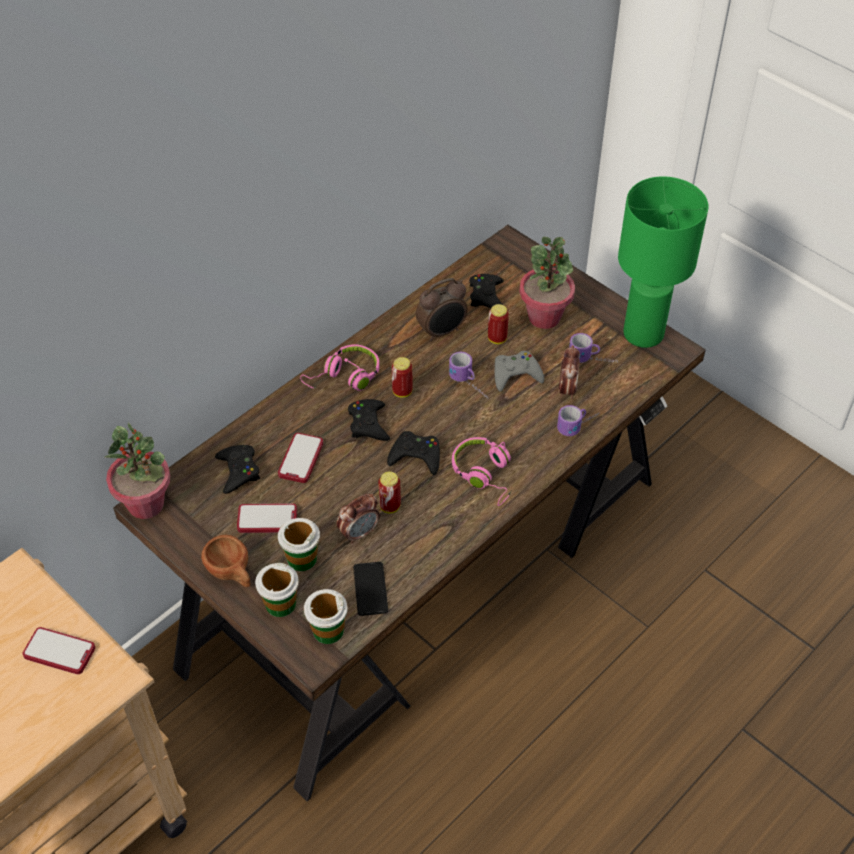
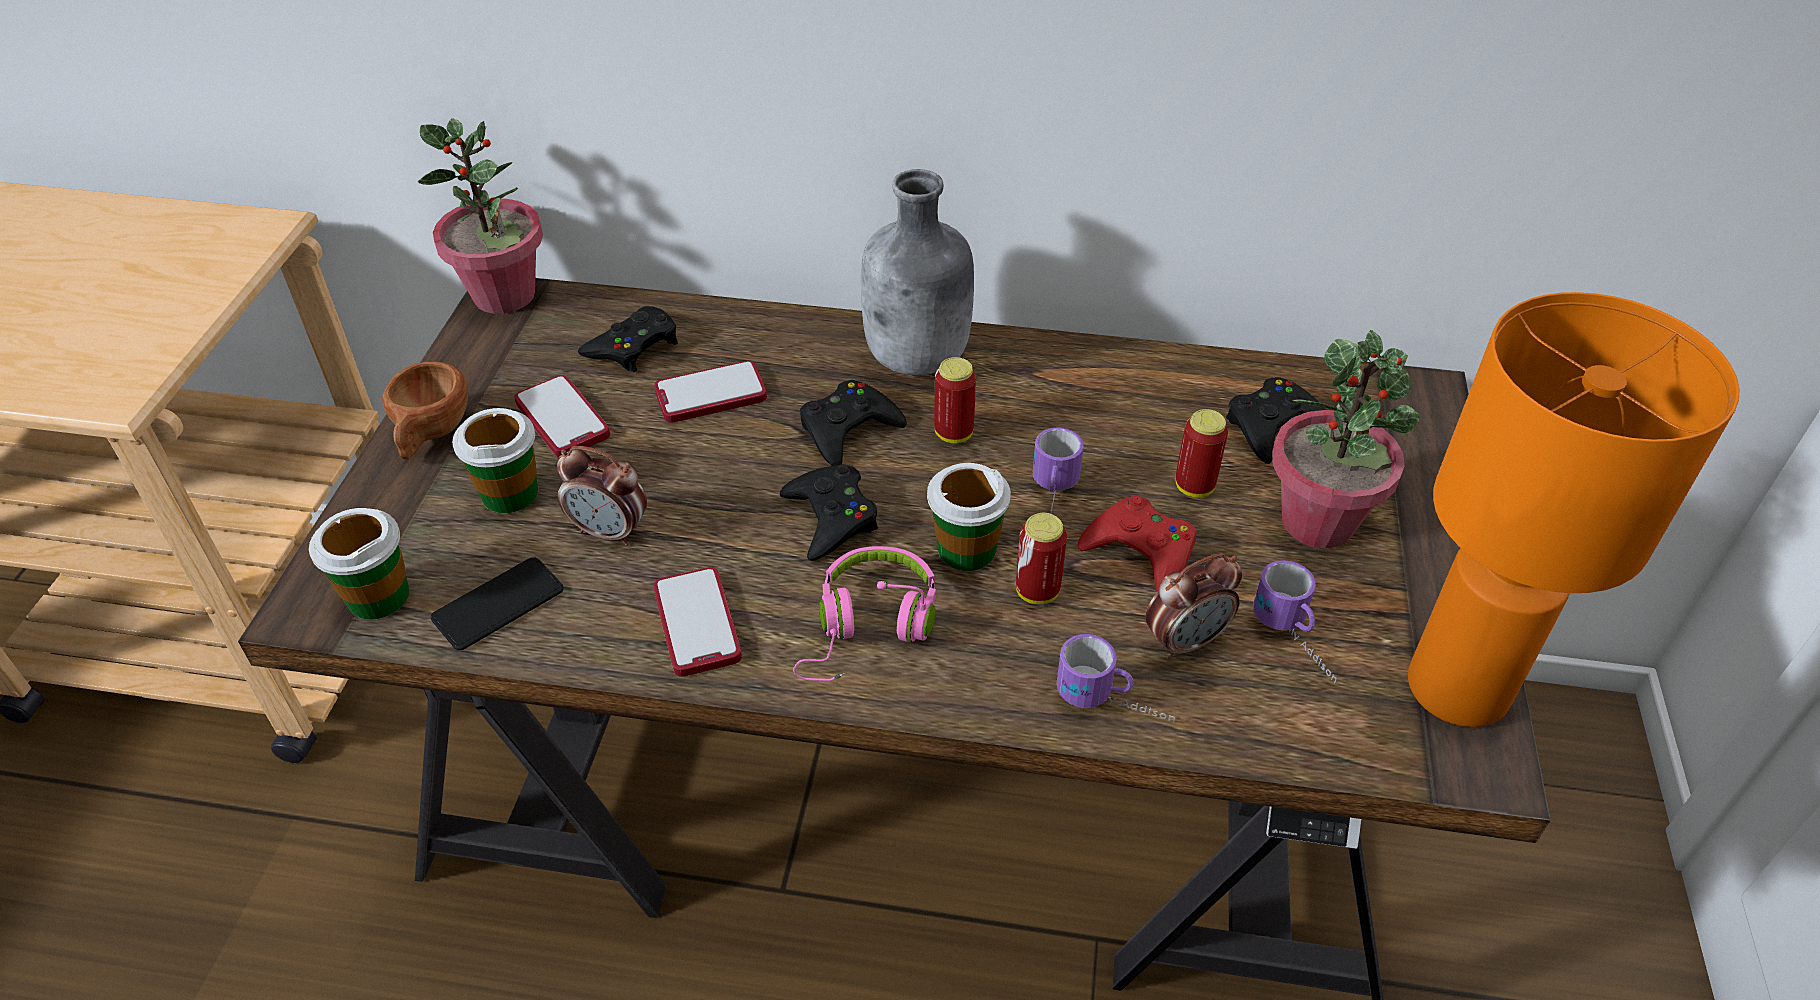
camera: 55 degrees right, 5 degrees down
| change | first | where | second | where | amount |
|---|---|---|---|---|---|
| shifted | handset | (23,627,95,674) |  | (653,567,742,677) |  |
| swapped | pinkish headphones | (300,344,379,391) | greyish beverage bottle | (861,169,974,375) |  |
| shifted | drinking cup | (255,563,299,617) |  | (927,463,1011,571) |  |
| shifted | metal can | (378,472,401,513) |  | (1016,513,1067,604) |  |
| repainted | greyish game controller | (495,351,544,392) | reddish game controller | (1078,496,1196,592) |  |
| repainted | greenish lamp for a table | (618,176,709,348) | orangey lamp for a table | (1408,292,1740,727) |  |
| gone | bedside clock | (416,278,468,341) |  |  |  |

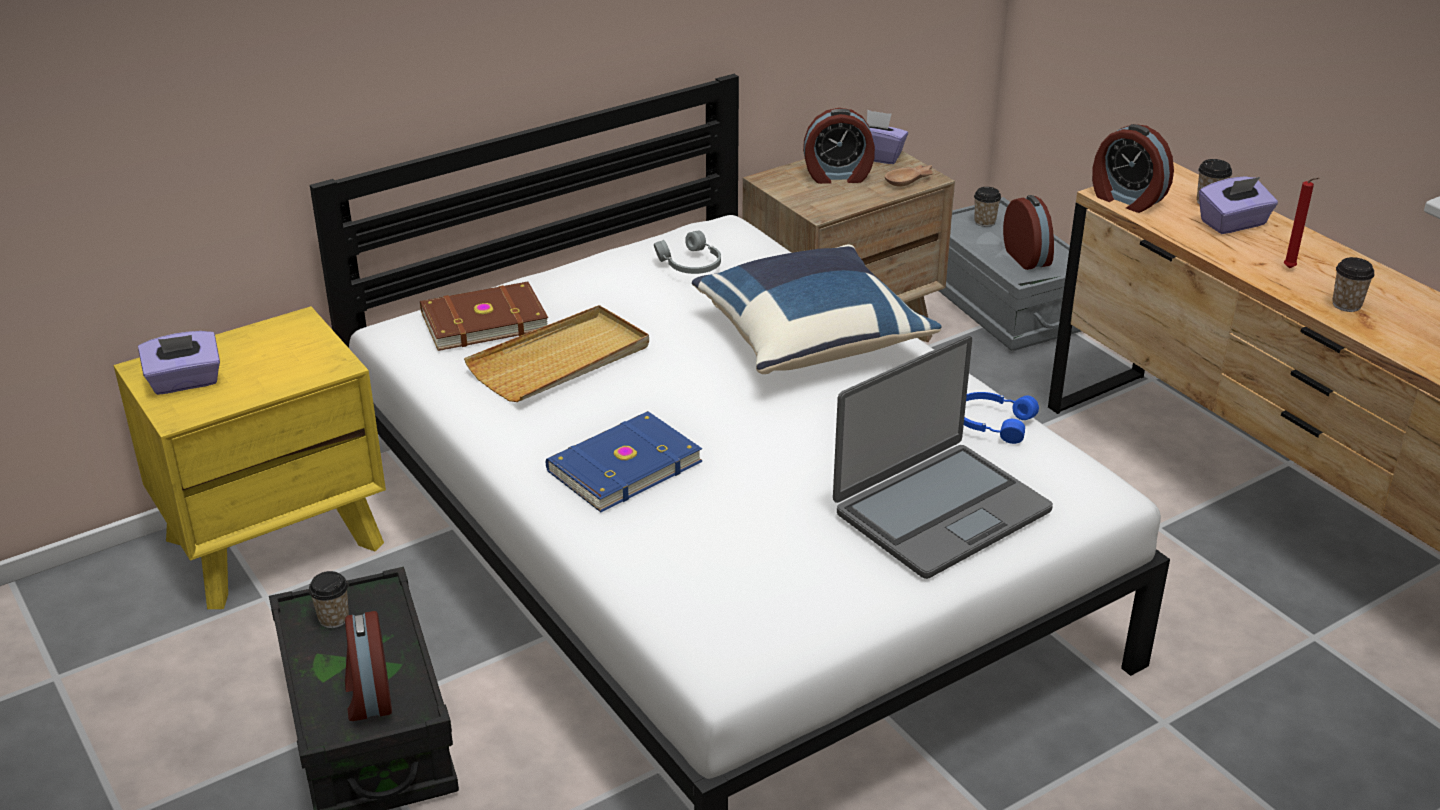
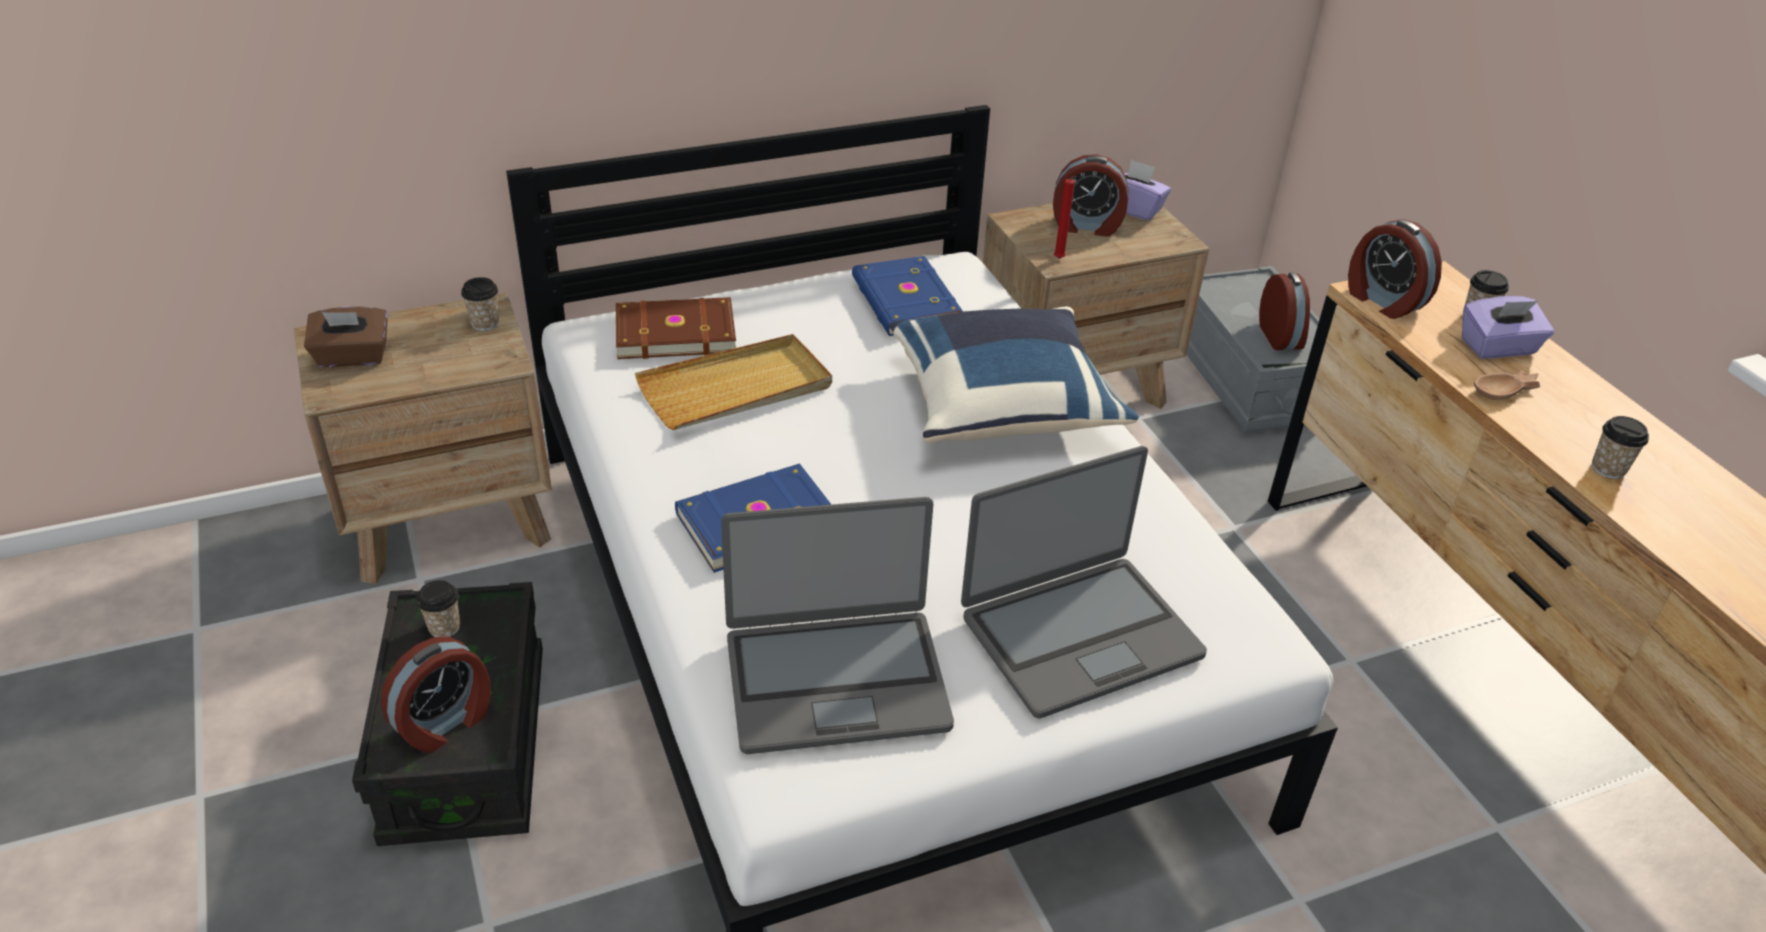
camera: 10 degrees right, 5 degrees up
| change | first | where | second | where | amount |
|---|---|---|---|---|---|
| repainted | yellow bedside table | (114,306,386,609) | brownish bedside table | (294,293,552,584) |  |
| repainted | purple-coloured tissue holder | (138,331,220,395) | brownish tissue holder | (304,307,388,367) |  |
| rotated | bedside clock | (345,611,392,721) |  | (381,636,491,753) | 135 degrees counterclockwise |
| shifted | drinking cup | (974,187,1001,227) |  | (461,277,499,331) |  |
| new |  |  | notebook computer | (721,497,954,754) |  |
| swapped | greyish headphones | (654,231,721,274) | blue-coloured book | (852,256,963,336) |  |
| shifted | reddish wax candle | (1284,178,1320,268) |  | (1054,176,1076,259) |  |
| shifted | brownish deep dish | (885,165,933,187) |  | (1474,371,1540,400) |  |
| gone | blue-coloured headphones | (964,392,1039,444) |  |  |  |

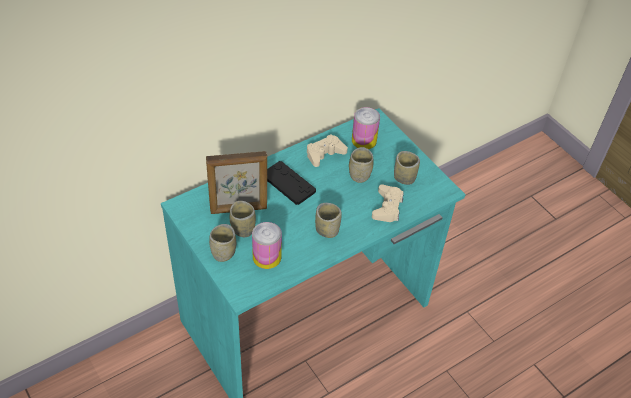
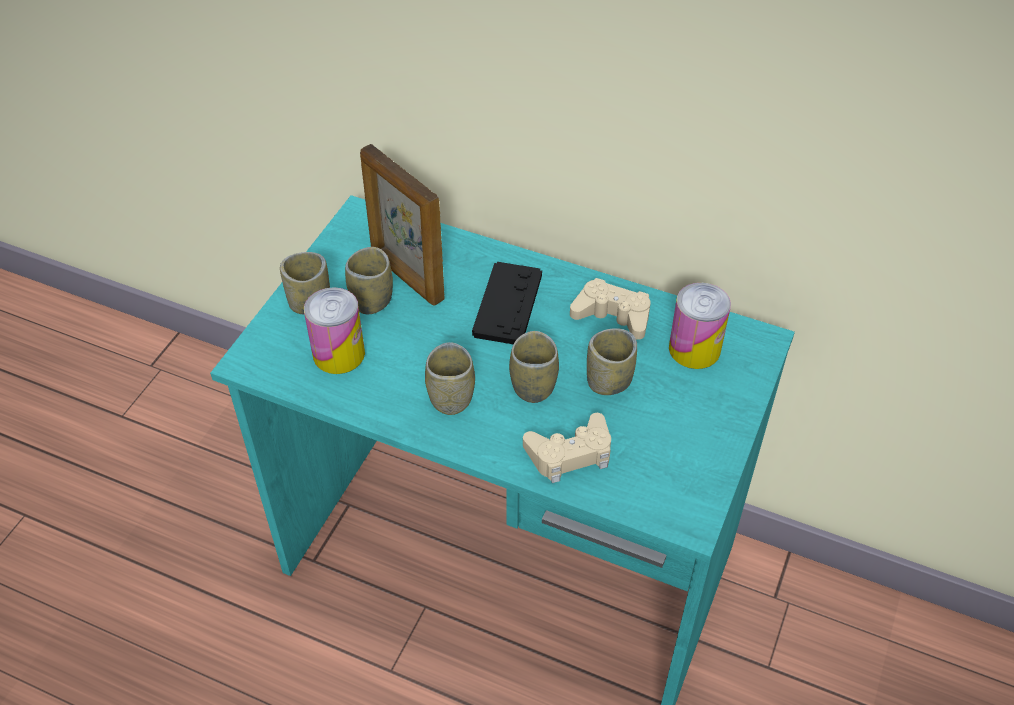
camera: 60 degrees right, 0 degrees up
| change | first | where | second | where | amount |
|---|---|---|---|---|---|
| shifted | drinking cup | (394,151,420,185) |  | (509,331,559,403) |  |

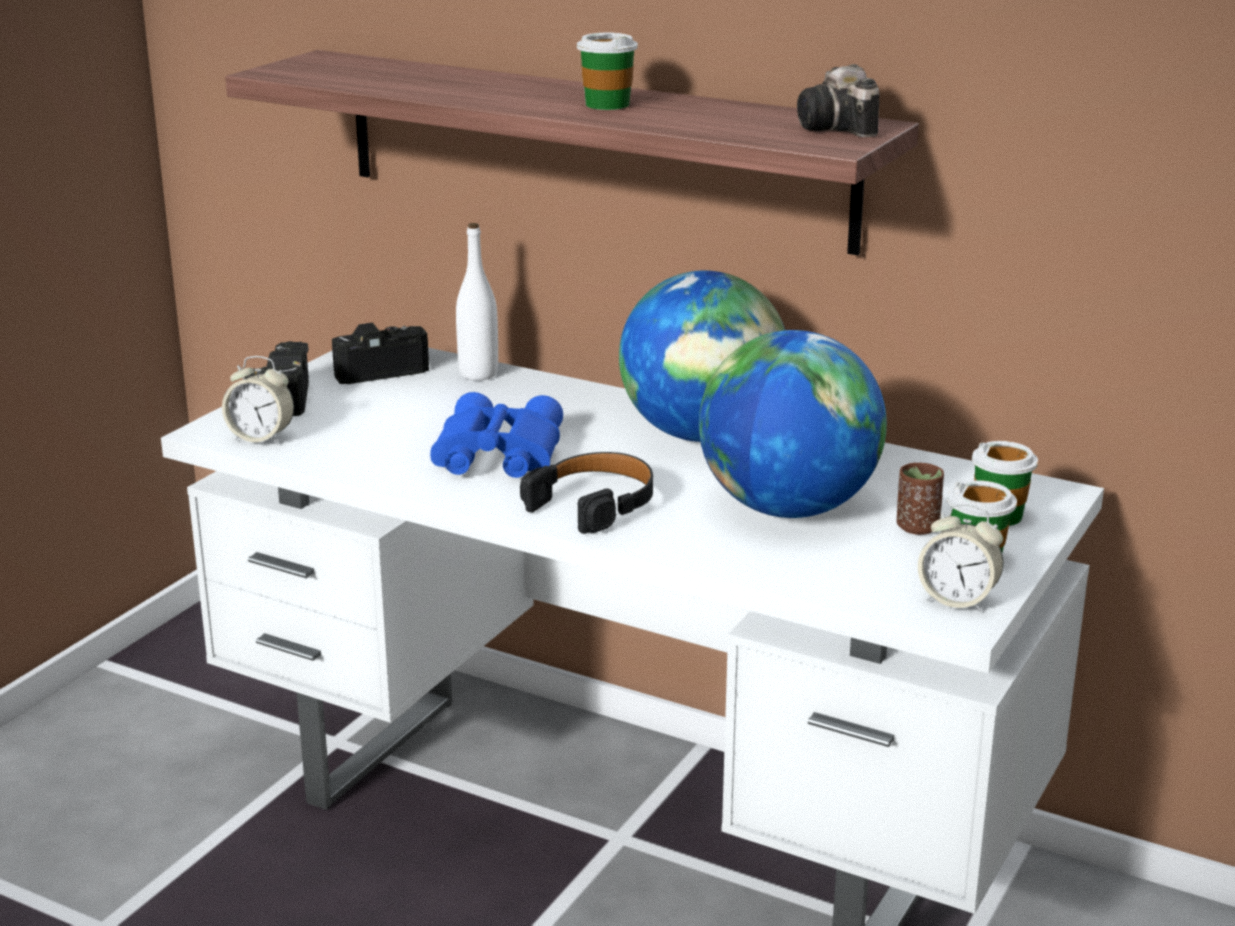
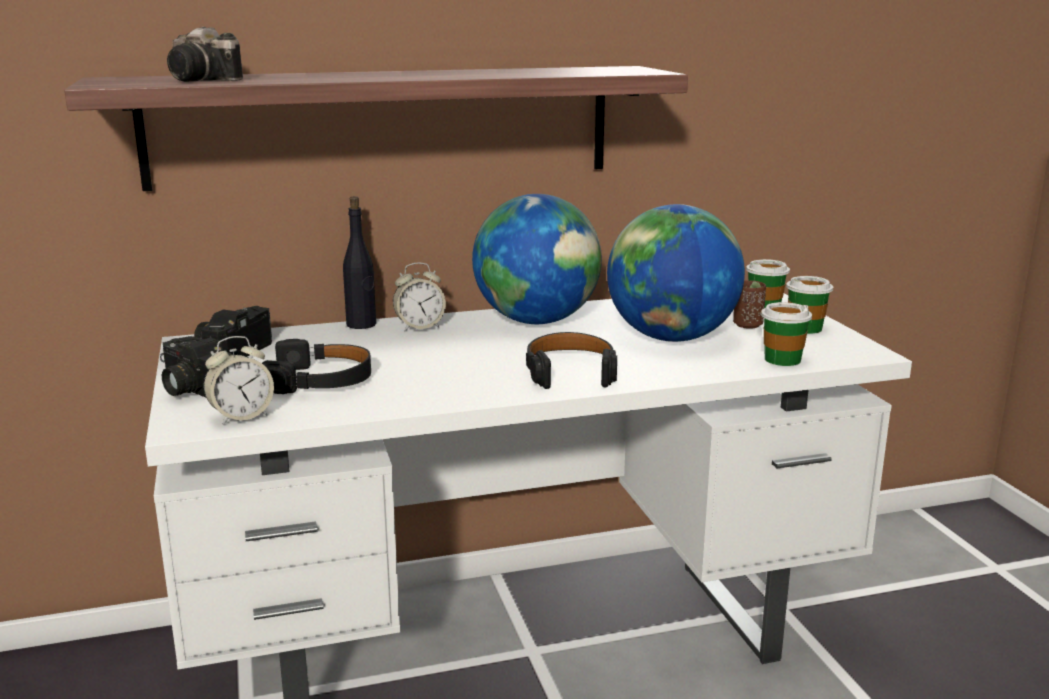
camera: 45 degrees left, 5 degrees down
| change | first | where | second | where | amount |
|---|---|---|---|---|---|
| shifted | photo camera | (797,64,879,137) |  | (167,27,243,82) |  |
| new |  |  | black headphones | (262,339,371,394) |  |
| new |  |  | black beverage bottle | (343,196,376,329) |  |
| shifted | bedside clock | (918,504,1003,612) |  | (393,262,446,331) |  |
| shifted | drinking cup | (577,33,638,110) |  | (761,302,812,366) |  |
| gone | blue-coloured pair of binoculars | (430,392,563,478) |  |  |  |
| gone | whitish beverage bottle | (456,223,498,380) |  |  |  |

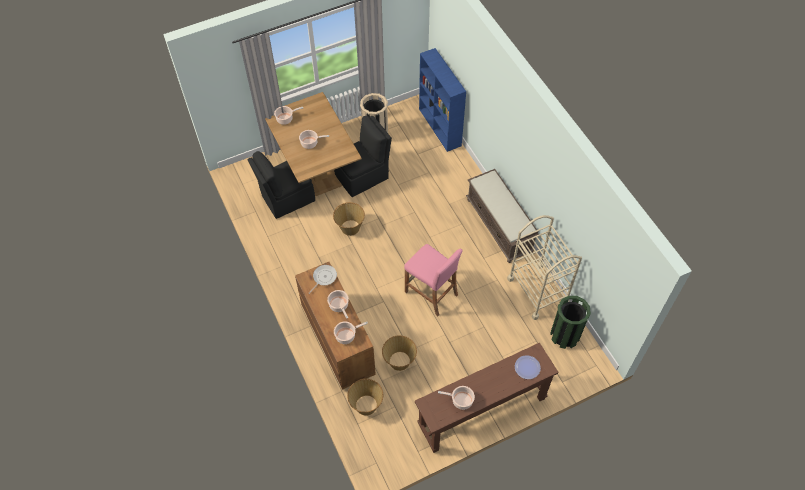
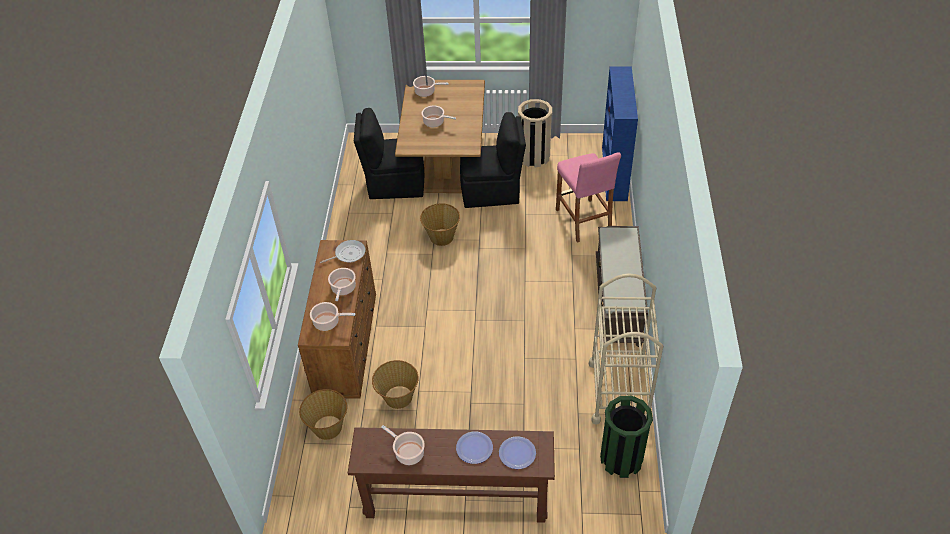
camera: 30 degrees right, 10 degrees down
| change | first | where | second | where | amount |
|---|---|---|---|---|---|
| new |  |  | flat dish | (456,432,493,464) |  |
| shifted | pinkish stool seat | (404,244,463,316) |  | (556,152,621,243) |  |

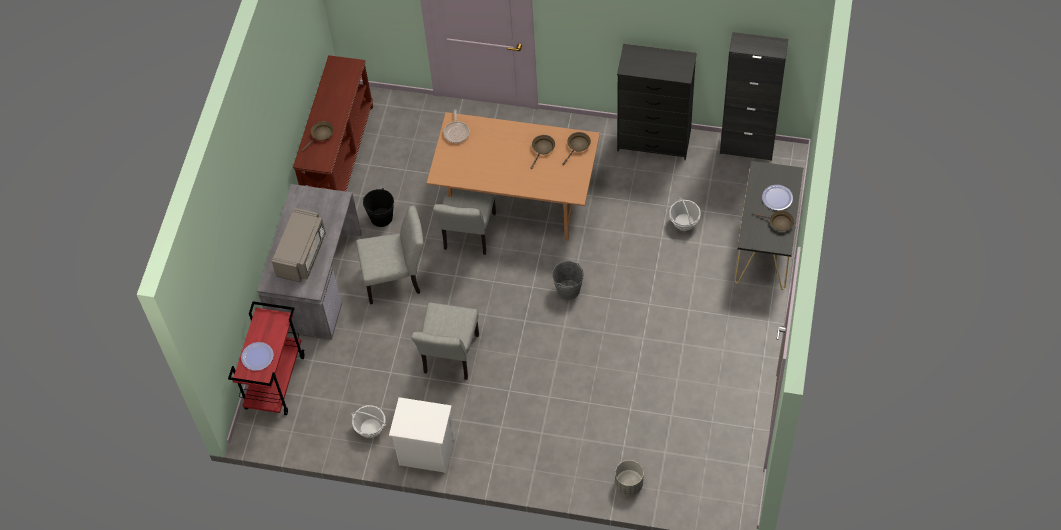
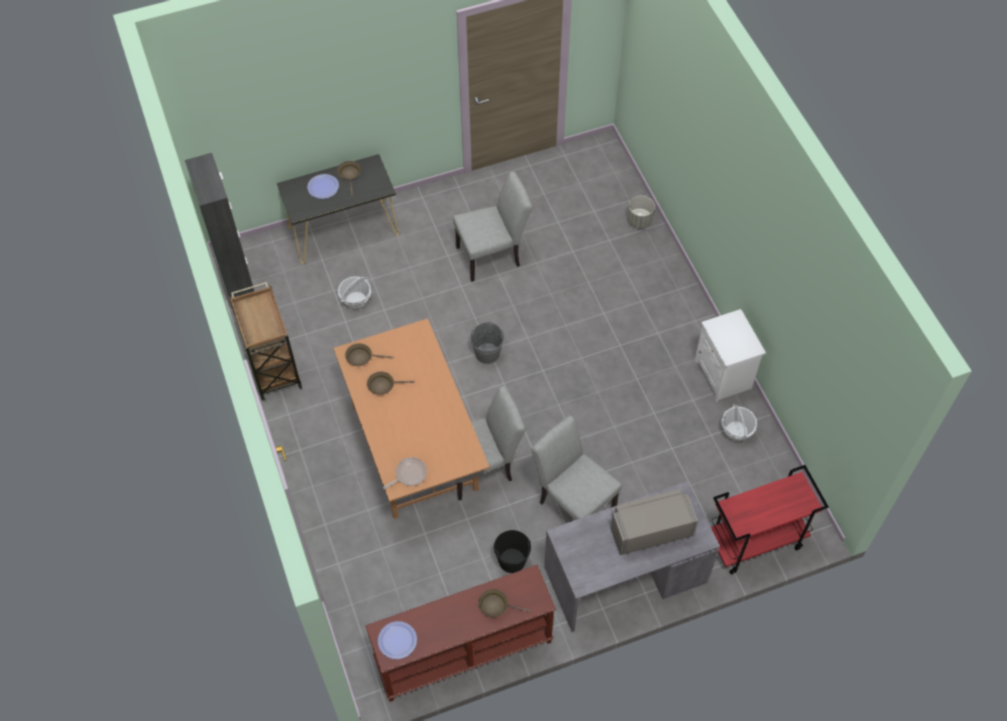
camera: 125 degrees left, 0 degrees up
| change | first | where | second | where | amount |
|---|---|---|---|---|---|
| swapped | black chest of drawers | (617,44,697,160) | brownish trolley | (229,282,302,401) |  |
| shifted | flat dish | (241,342,274,371) |  | (378,621,417,659) |  |
| shifted | greyish chair | (411,302,479,380) |  | (453,171,532,282) |  |

